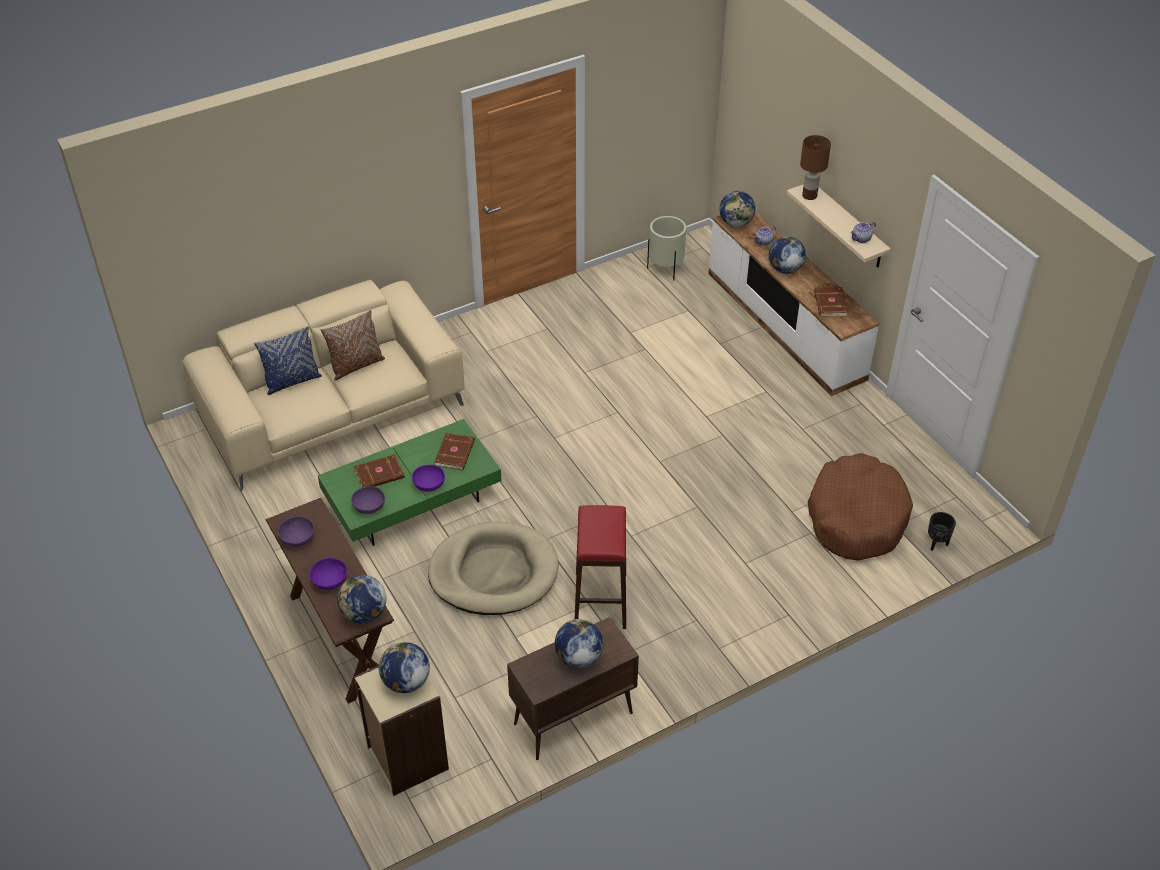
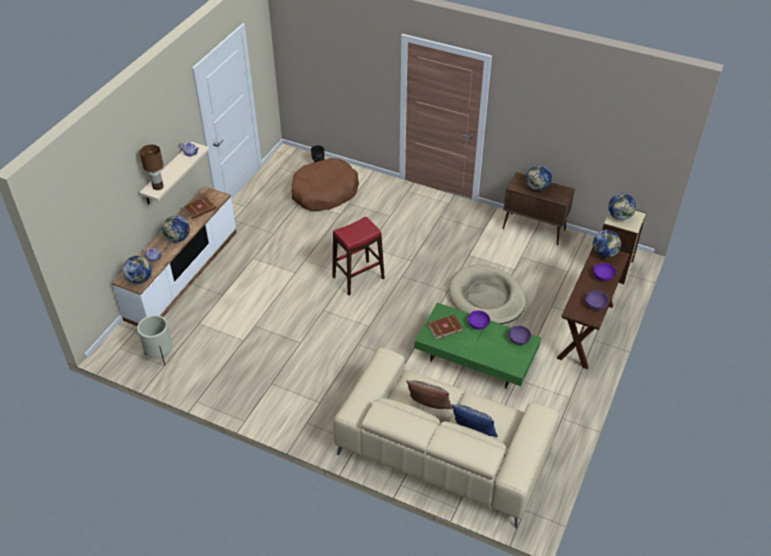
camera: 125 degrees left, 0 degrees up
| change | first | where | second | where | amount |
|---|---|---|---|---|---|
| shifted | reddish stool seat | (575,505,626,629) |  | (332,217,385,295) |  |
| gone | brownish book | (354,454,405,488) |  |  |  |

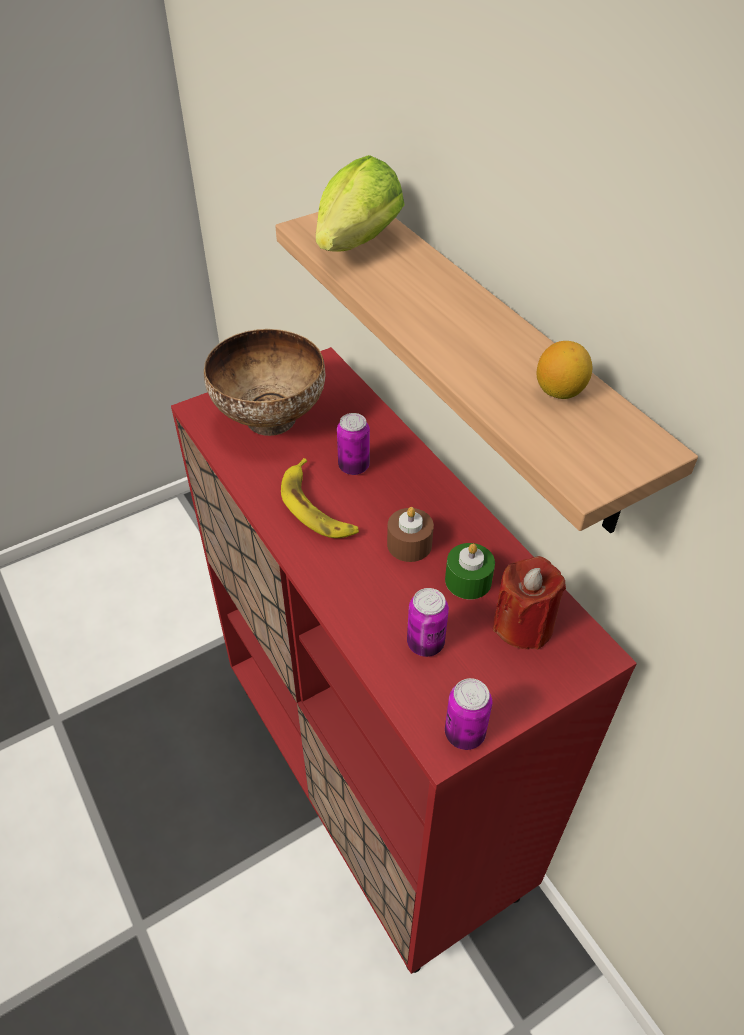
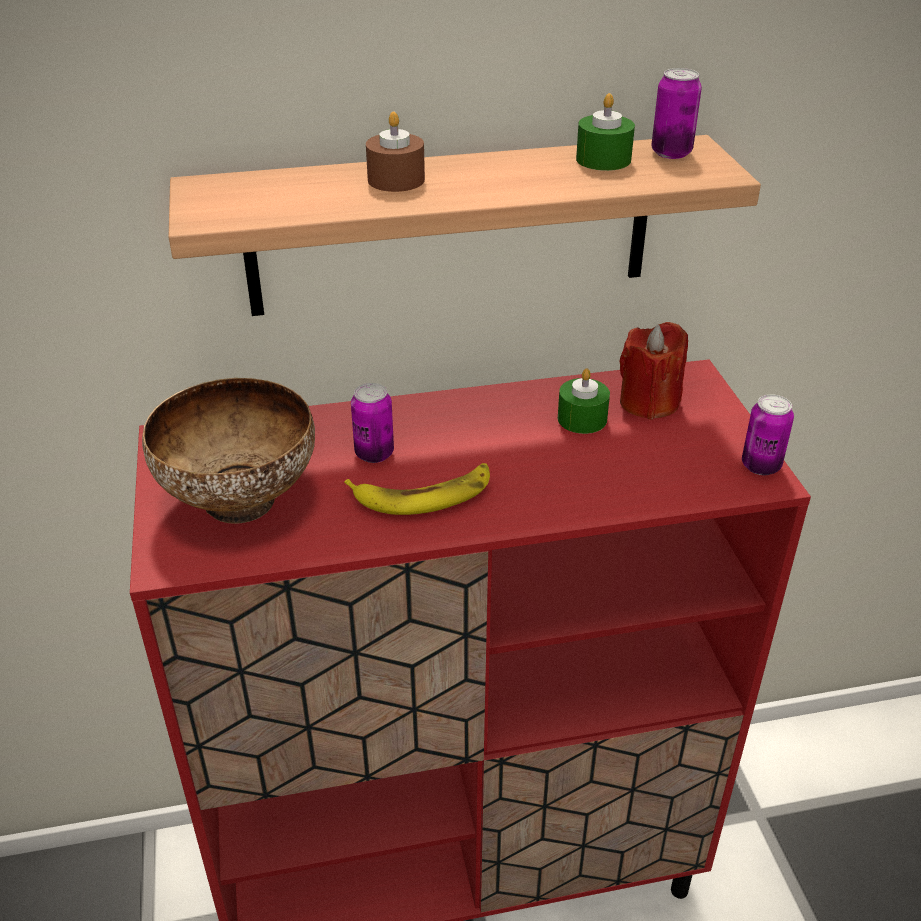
camera: 70 degrees left, 10 degrees down
| change | first | where | second | where | amount |
|---|---|---|---|---|---|
| shifted | brownish wax candle | (387,507,434,562) |  | (366,112,425,192) |  |
| swapped | lemon | (537,341,592,399) | greenish wax candle | (576,93,635,171) |  |
| shifted | metal can | (407,588,449,657) |  | (651,68,702,159) |  |
| gone | head of lettuce | (316,155,405,252) |  |  |  |

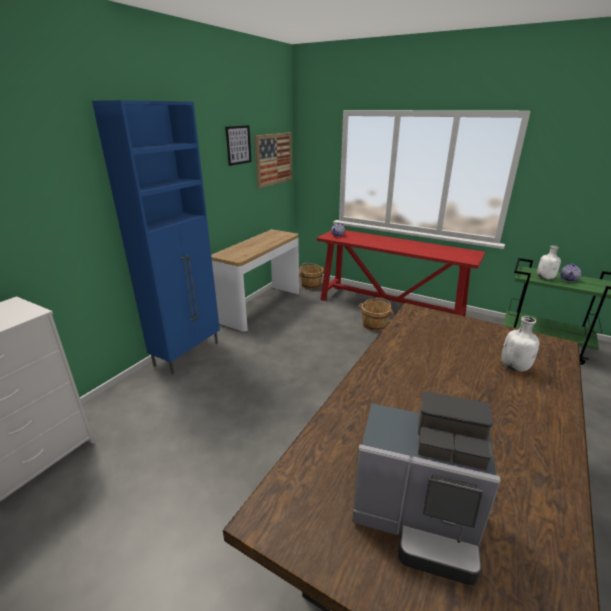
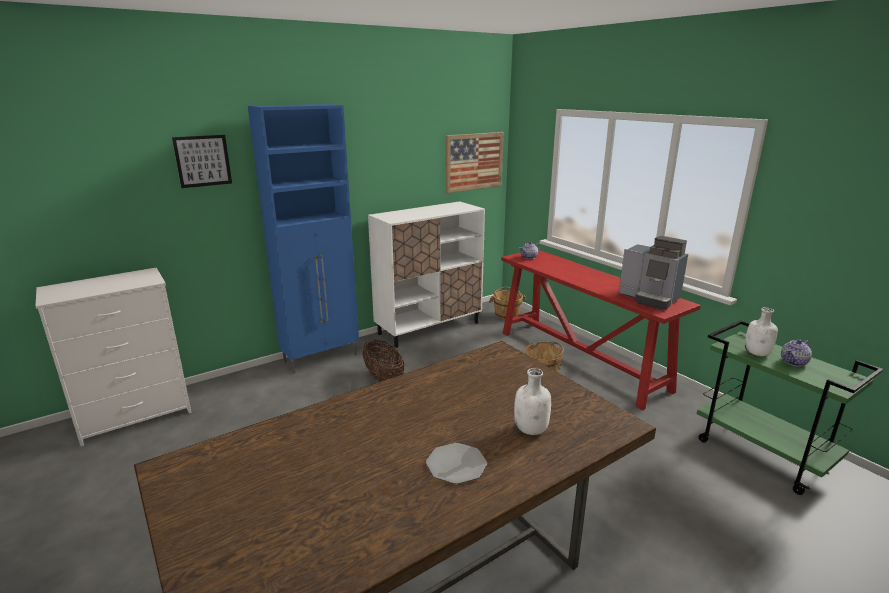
camera: 25 degrees right, 5 degrees down
| change | first | where | second | where | amount |
|---|---|---|---|---|---|
| shifted | picture | (225,125,251,166) |  | (172,135,232,188) |  |
| new |  |  | storage basket | (363,340,404,382) |  |
| swapped | console table | (211,229,299,331) | whitish storage cabinet | (368,201,485,348) |  |
| new |  |  | flat dish | (426,443,487,484) |  |
| shifted | coffee maker | (352,391,500,585) |  | (619,236,688,310) |  |

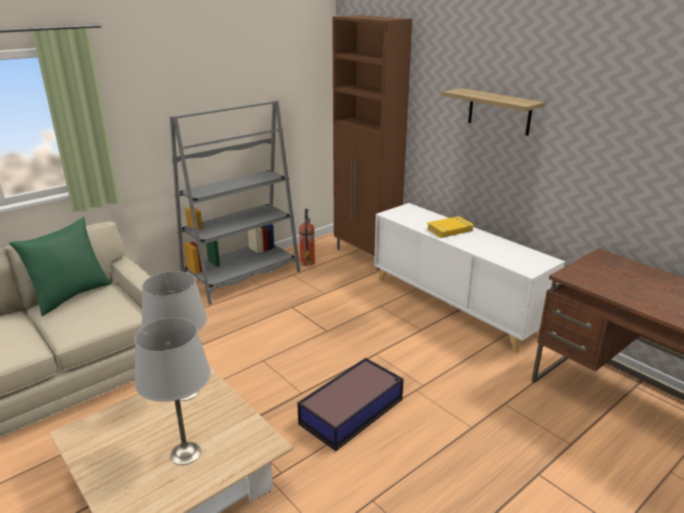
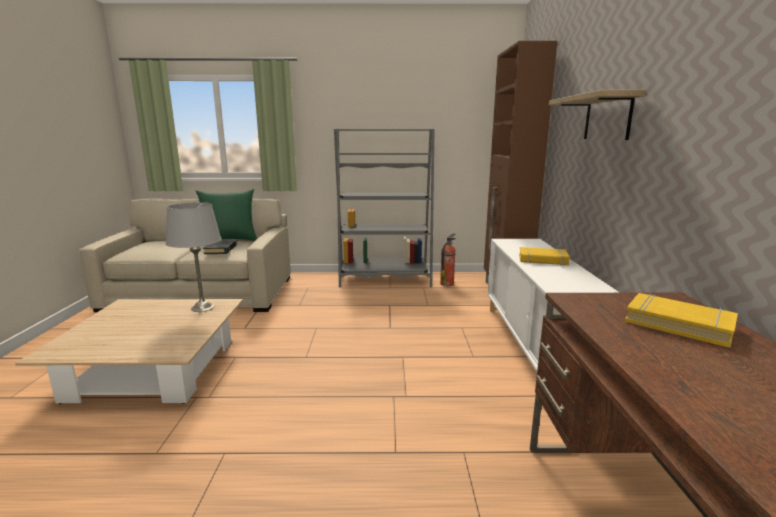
camera: 40 degrees right, 10 degrees down
| change | first | where | second | where | amount |
|---|---|---|---|---|---|
| new |  |  | black book | (203,239,237,254) |  |
| new |  |  | yellow book | (625,293,738,348) |  |
| gone | greyish lamp for a table | (135,318,211,465) |  |  |  |
| gone | storage bin | (297,358,404,451) |  |  |  |

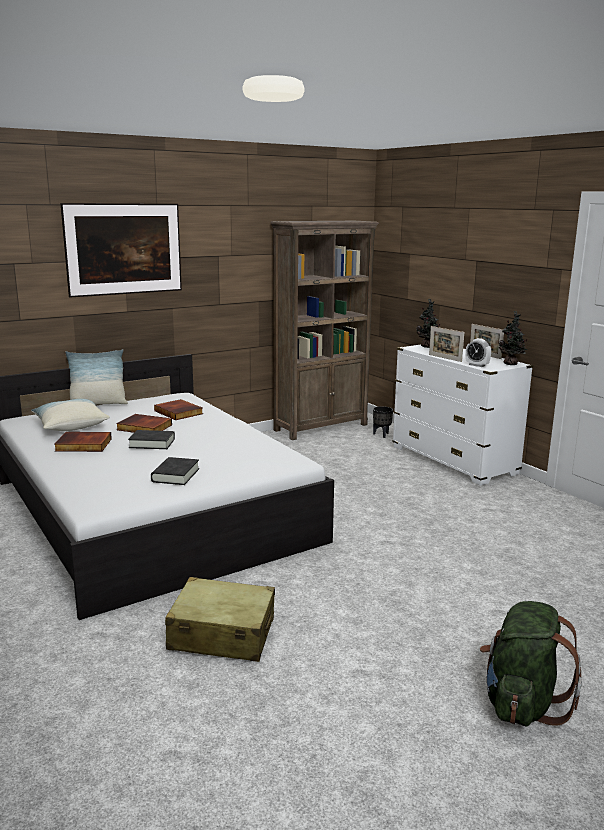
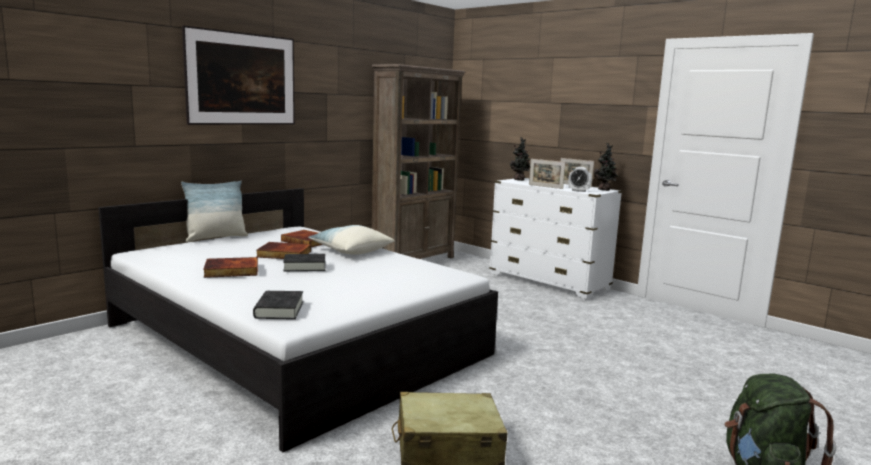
camera: 15 degrees left, 5 degrees down
| change | first | where | second | where | amount |
|---|---|---|---|---|---|
| shifted | black book | (151,457,199,485) |  | (253,291,303,319) |  |
| shifted | throw pillow | (31,399,110,431) |  | (308,225,395,255) |  |
| gone | black plant pot | (373,406,393,438) |  |  |  |

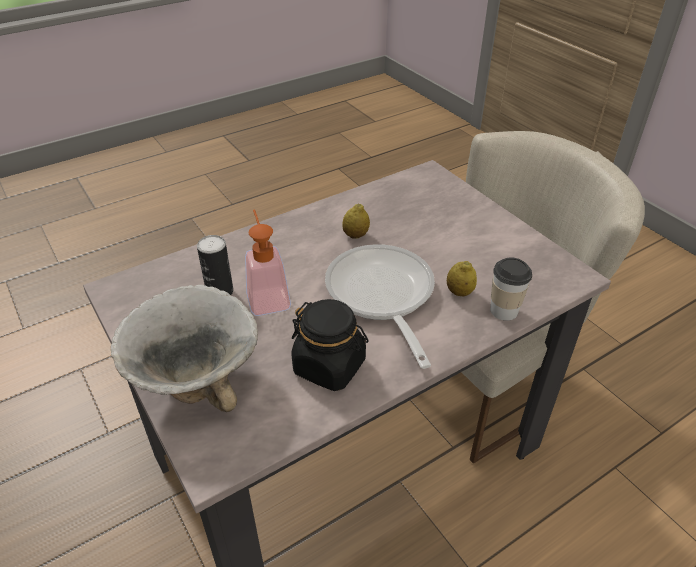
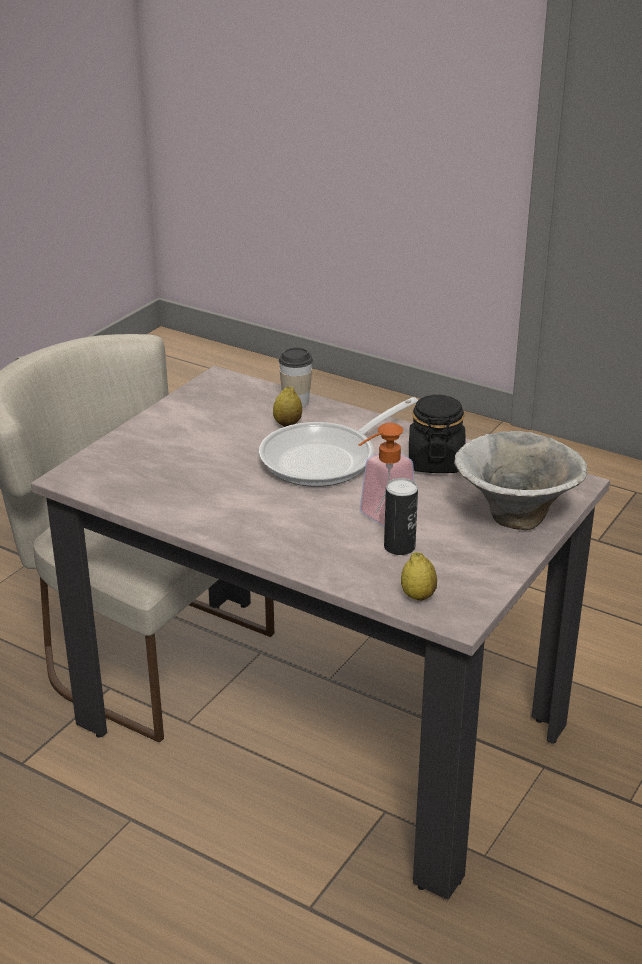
camera: 115 degrees left, 10 degrees down
| change | first | where | second | where | amount |
|---|---|---|---|---|---|
| shifted | lemon | (342,204,370,238) |  | (401,552,437,601) |  |

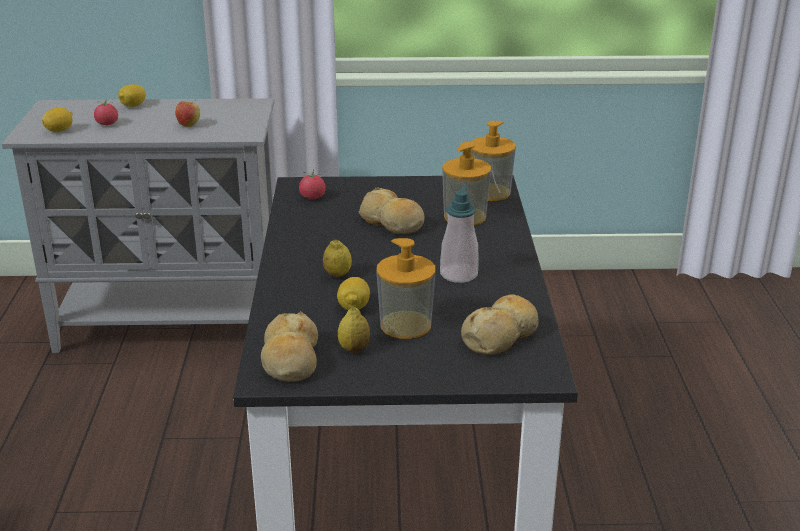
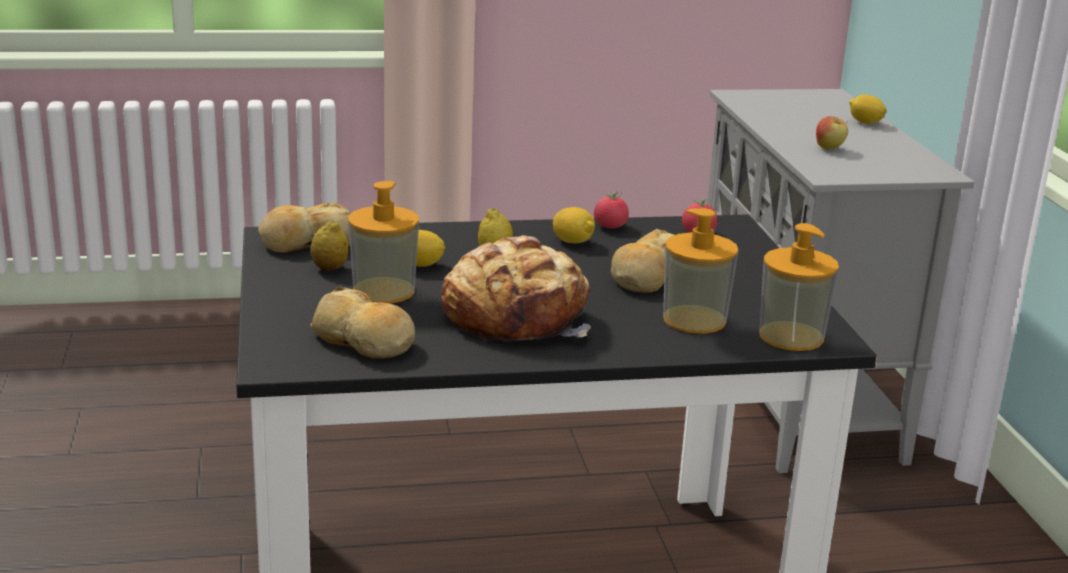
camera: 80 degrees right, 5 degrees down
| change | first | where | second | where | amount |
|---|---|---|---|---|---|
| swapped | liquid soap bottle | (440,186,479,283) | baked bread | (441,235,591,342) |  |
| shifted | lemon | (42,107,73,132) |  | (553,207,595,243) |  |
| shifted | tomato | (94,99,118,125) |  | (594,191,629,228) |  |

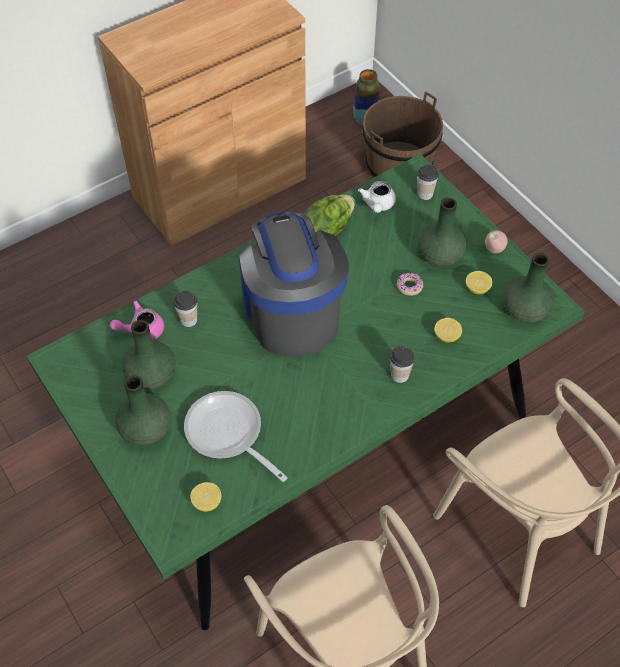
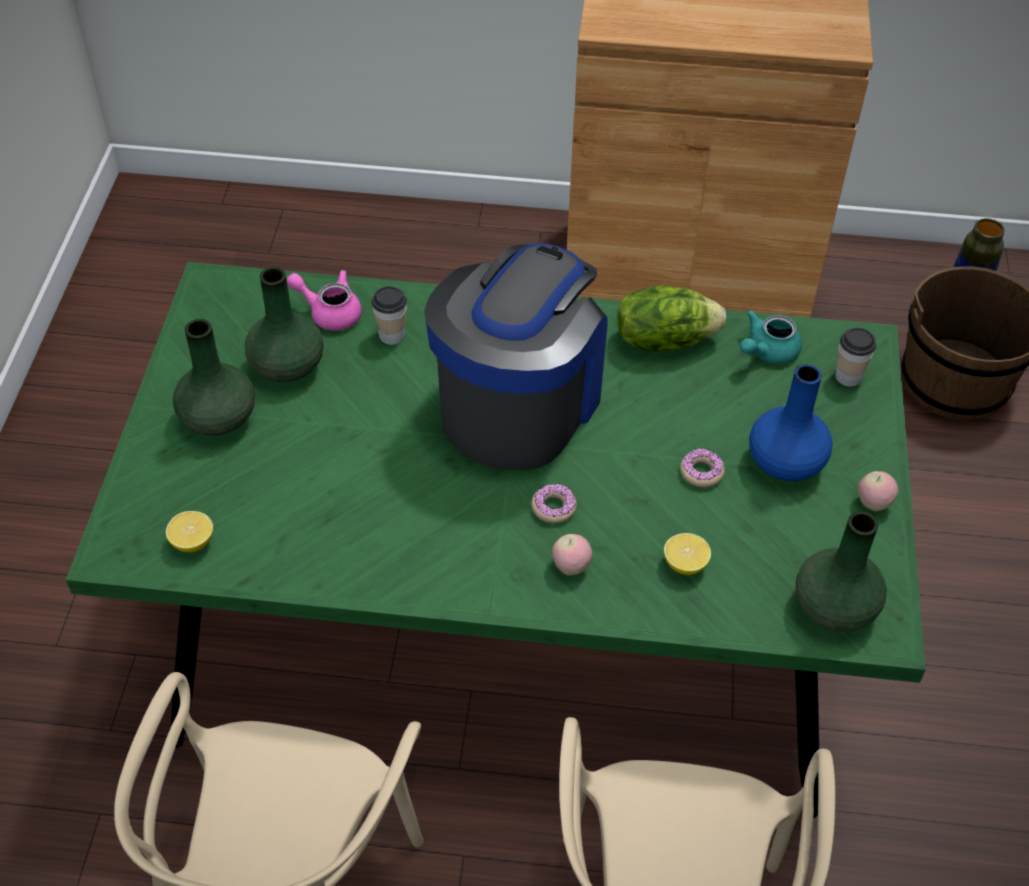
camera: 40 degrees right, 5 degrees down
| change | first | where | second | where | amount |
|---|---|---|---|---|---|
| new |  |  | ring doughnut | (531,484,577,523) |  |
| swapped | drinking cup | (390,347,415,383) | whole apple | (552,534,592,575) |  |
| repainted | whitish tea pot | (358,181,396,213) | turquoise-coloured tea pot | (740,310,802,364) |  |
| repainted | greenish flower vase | (418,198,466,267) | blue-coloured flower vase | (749,364,833,481) |  |
| gone | pan | (184,391,288,482) |  |  |  |
| gone | lemon | (466,271,493,294) |  |  |  |

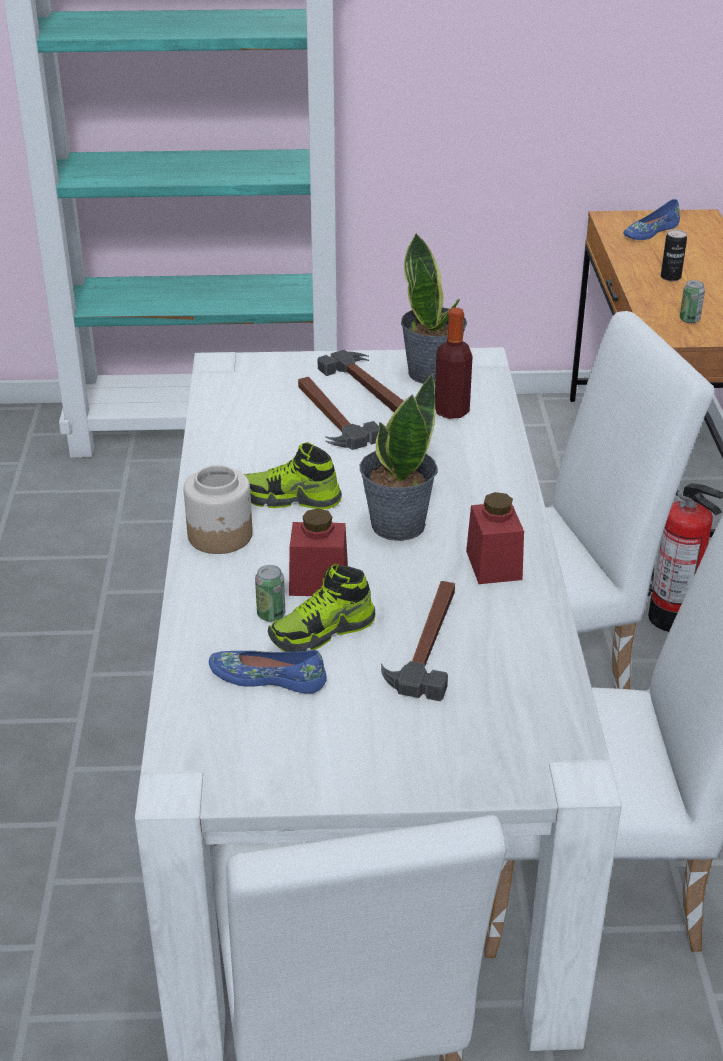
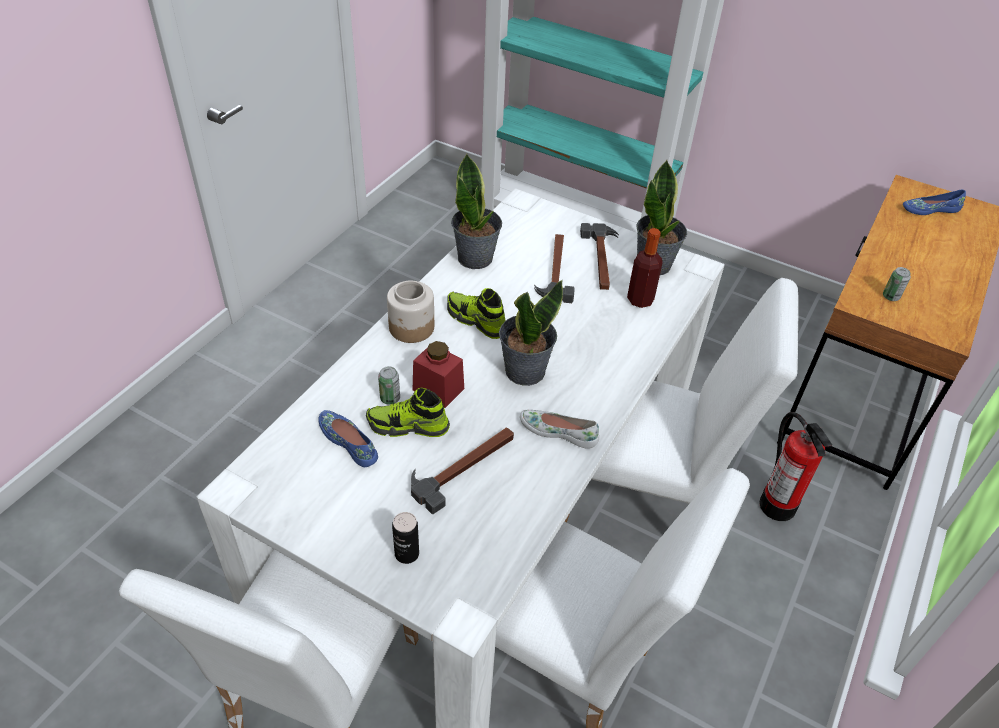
camera: 30 degrees right, 10 degrees up
| change | first | where | second | where | amount |
|---|---|---|---|---|---|
| shifted | metal can | (661,229,687,281) |  | (392,512,419,564) |  |
| new |  |  | houseplant | (451,154,502,269) |  |
| swapped | reddish storage jar | (466,492,524,584) | whitish item of footwear | (520,410,599,449) |  |

